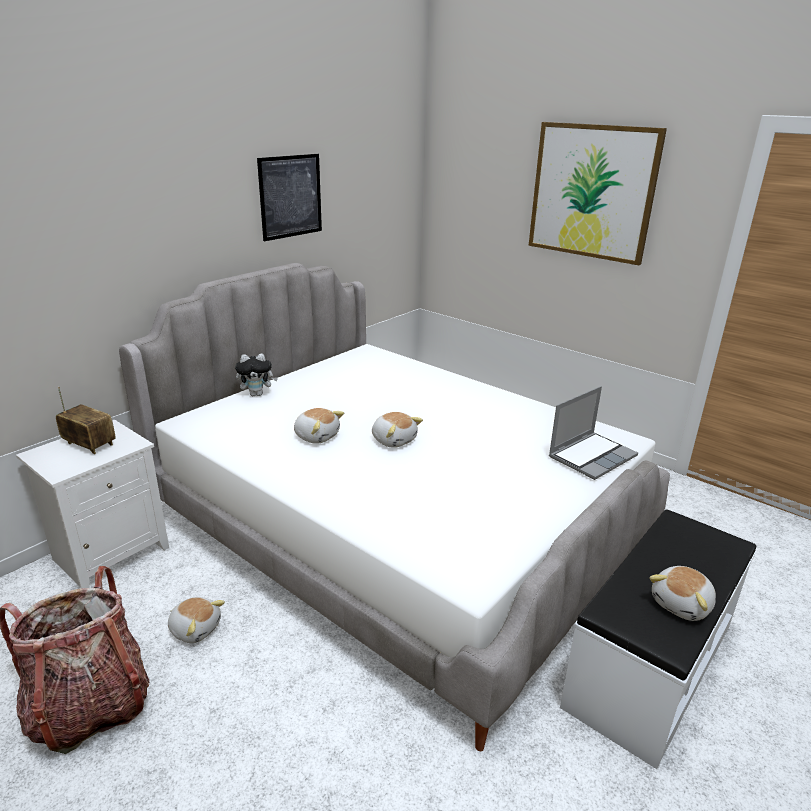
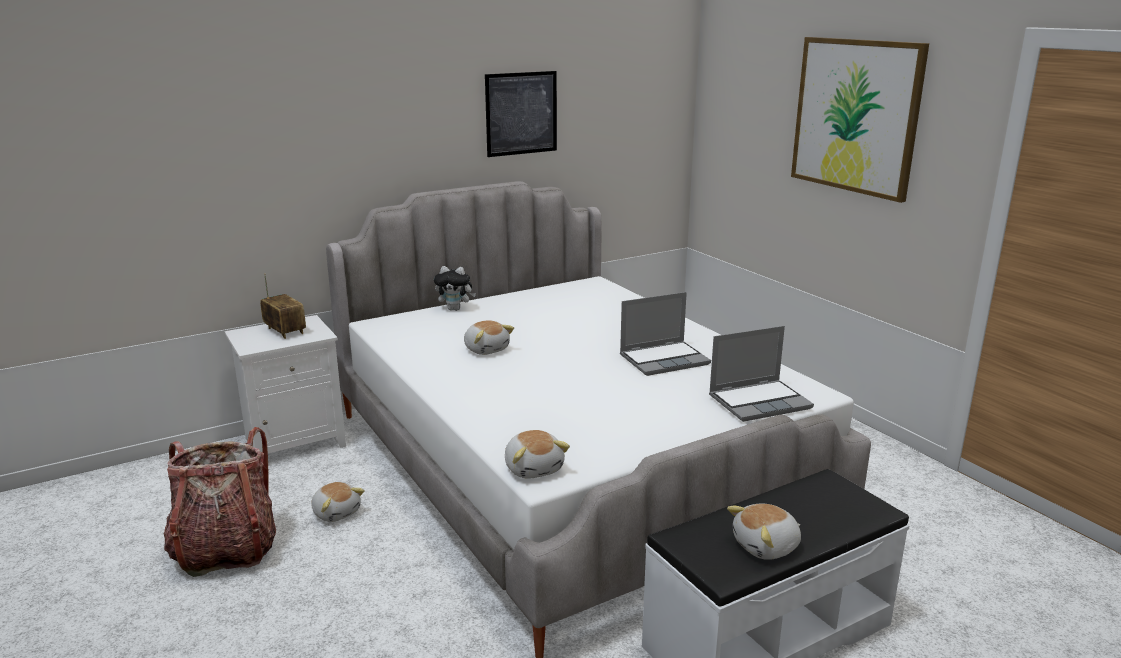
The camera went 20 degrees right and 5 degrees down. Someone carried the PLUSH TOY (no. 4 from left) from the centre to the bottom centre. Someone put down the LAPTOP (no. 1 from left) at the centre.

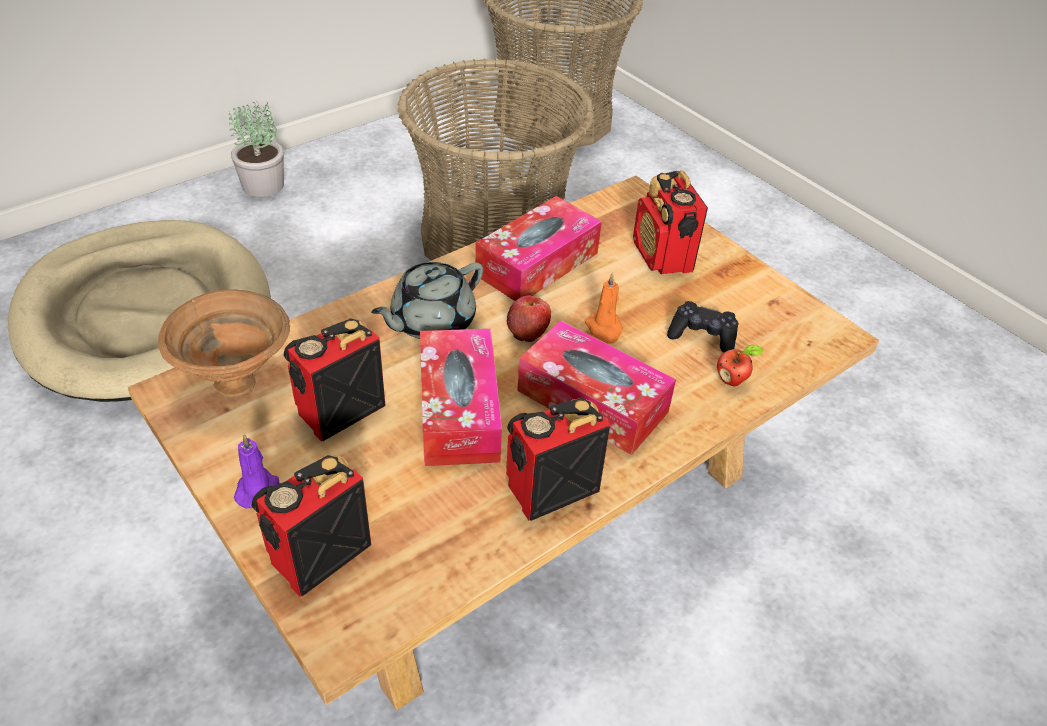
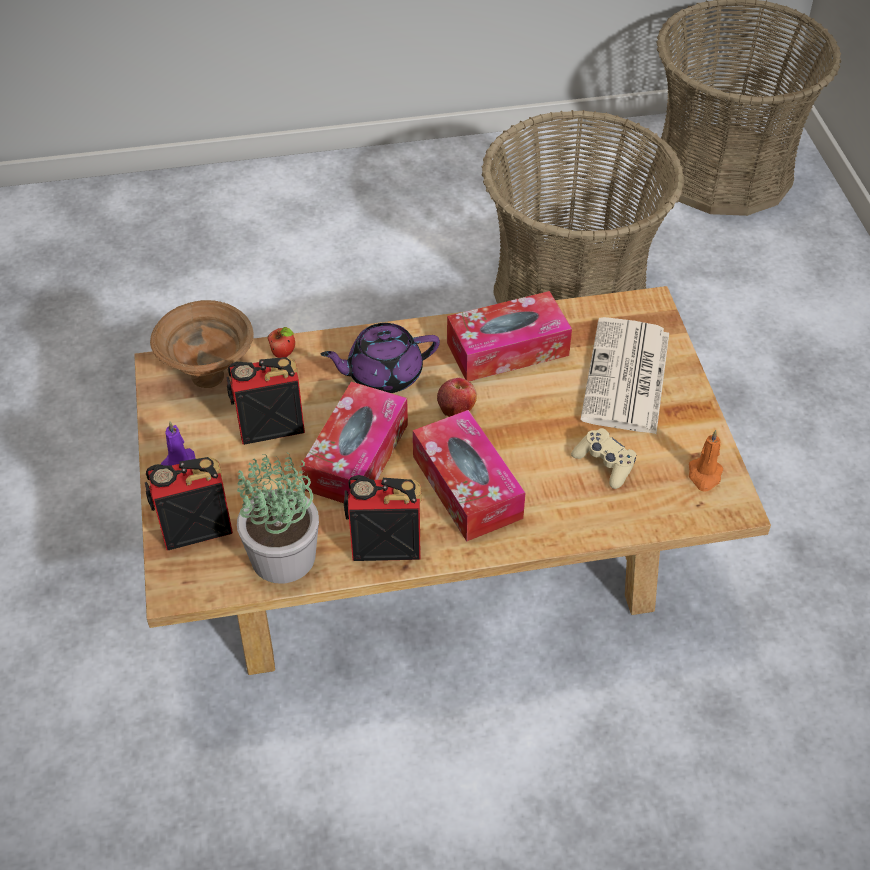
The camera went 30 degrees right and 5 degrees up. Someone carried the POTTED PLANT from the top left to the middle left. Someone carried the APPLE (no. 2 from left in the first image) from the middle right to the middle left. Someone repainted the GREY TEAPOT at the centre, which became the PURPLE TEAPOT at the centre. Someone repainted the BLACK GAME CONTROLLER at the middle right, which became the BEIGE GAME CONTROLLER at the middle right. Someone swapped the RADIO (no. 4 from left) at the top centre for the NEWSPAPER at the middle right. Someone carried the ORANGE CANDLE from the centre to the middle right. Someone took away the BEIGE DOG BED at the middle left.

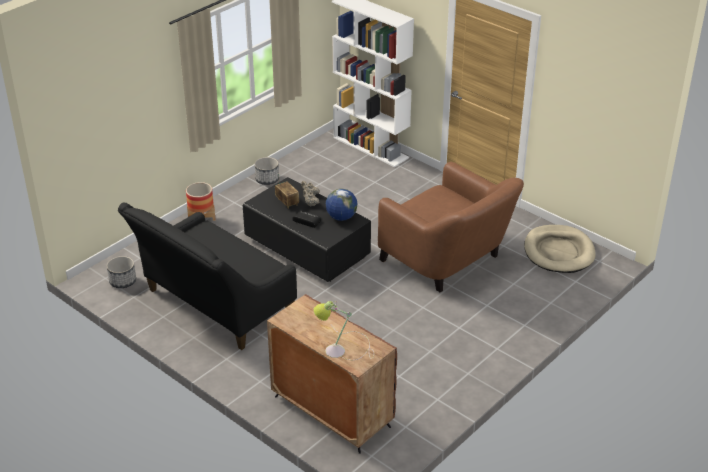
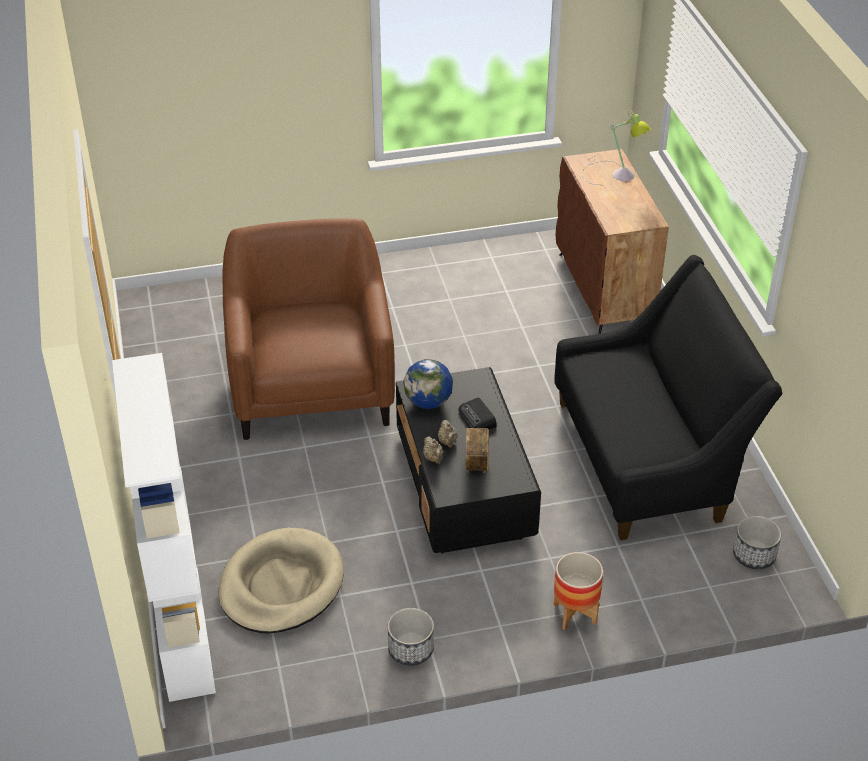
The camera went 145 degrees left and 5 degrees up. Someone carried the BEIGE DOG BED from the middle right to the bottom left.

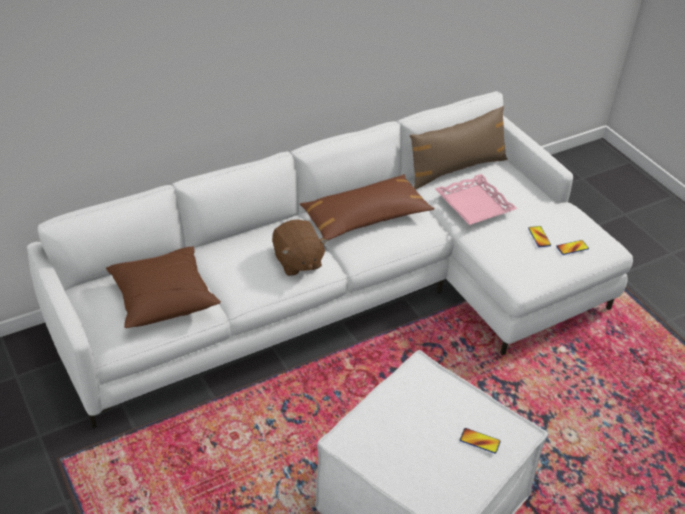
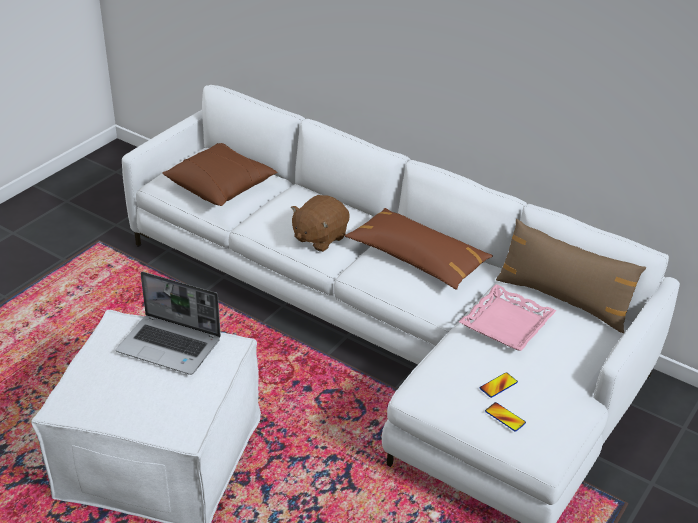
The camera went 65 degrees right and 5 degrees down. Someone put down the LAPTOP at the middle left. Someone took away the PHONE (no. 1 from left) at the bottom right.

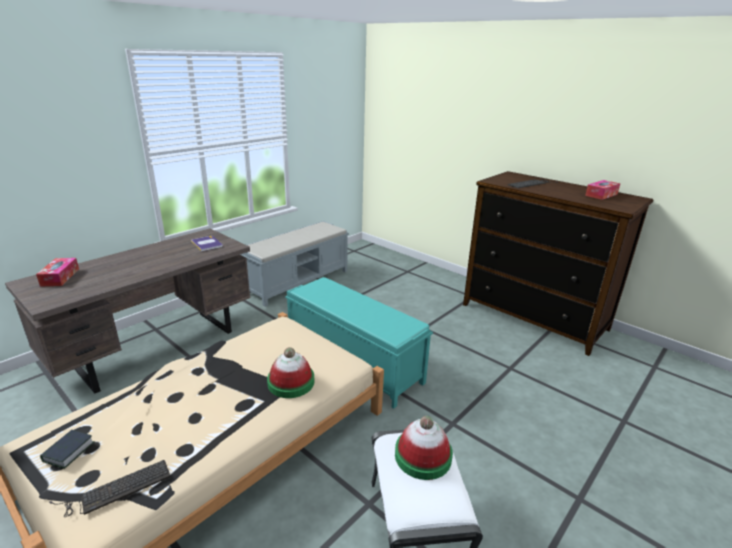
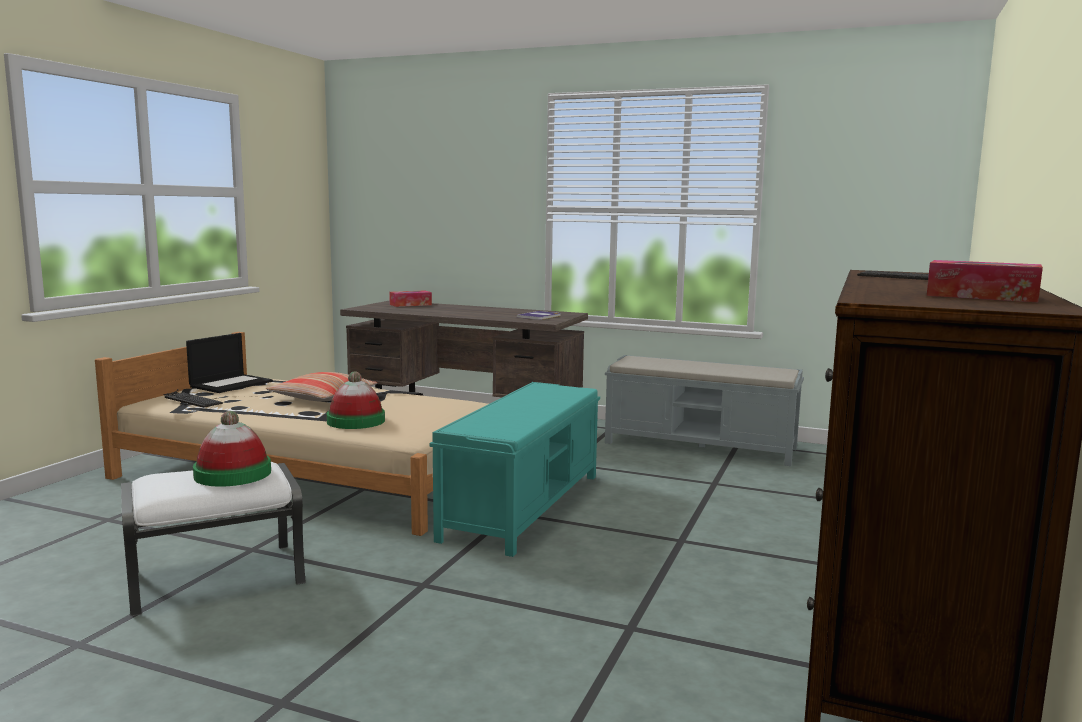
The camera went 70 degrees right and 15 degrees down. Someone swapped the BOOK (no. 1 from left) at the bottom left for the LAPTOP at the middle left. Someone put down the PILLOW at the middle left.

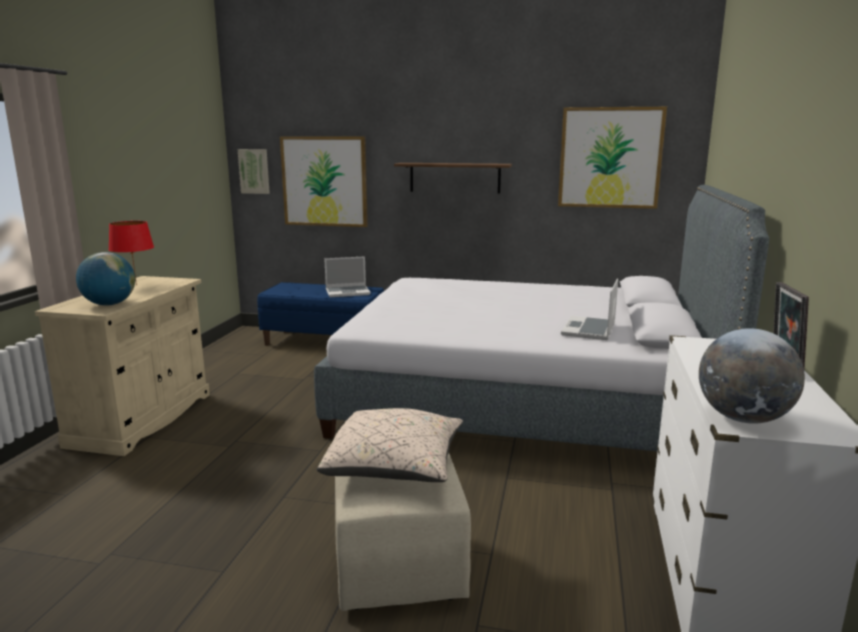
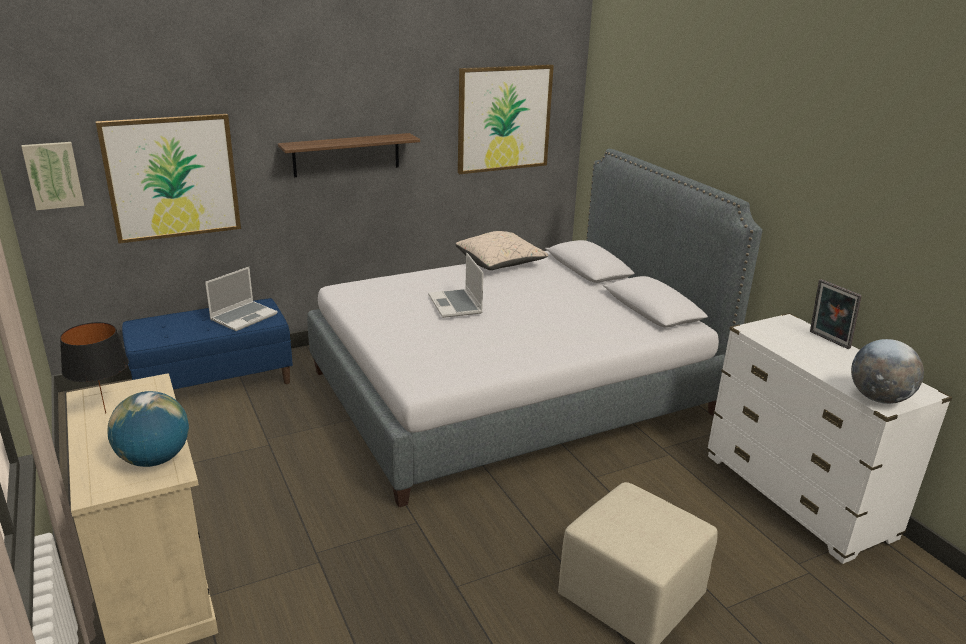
The camera went 40 degrees left and 10 degrees up. Someone repainted the RED TABLE LAMP at the middle left, which became the BLACK TABLE LAMP at the middle left. Someone carried the LAPTOP (no. 2 from left) from the middle right to the centre. Someone carried the BEIGE PILLOW from the bottom centre to the centre.

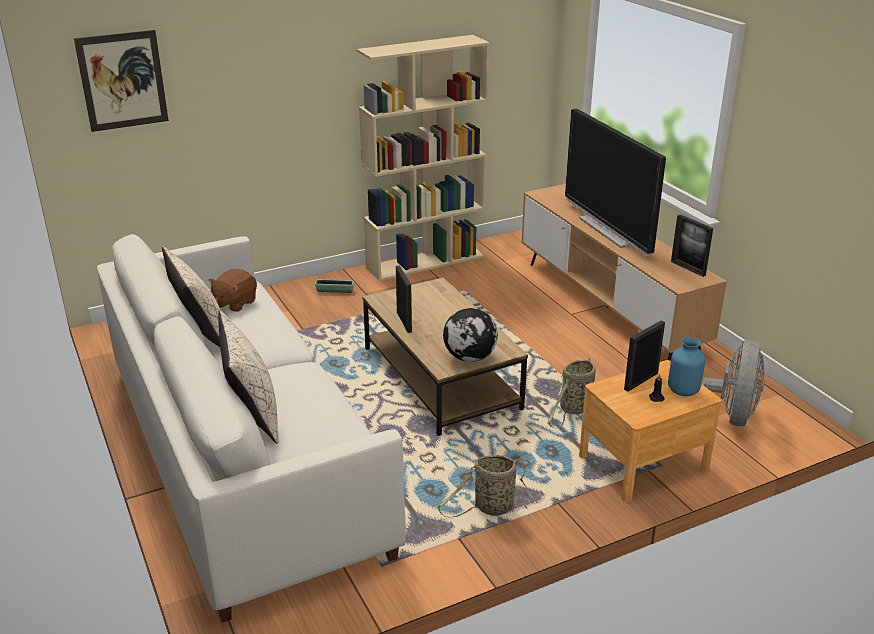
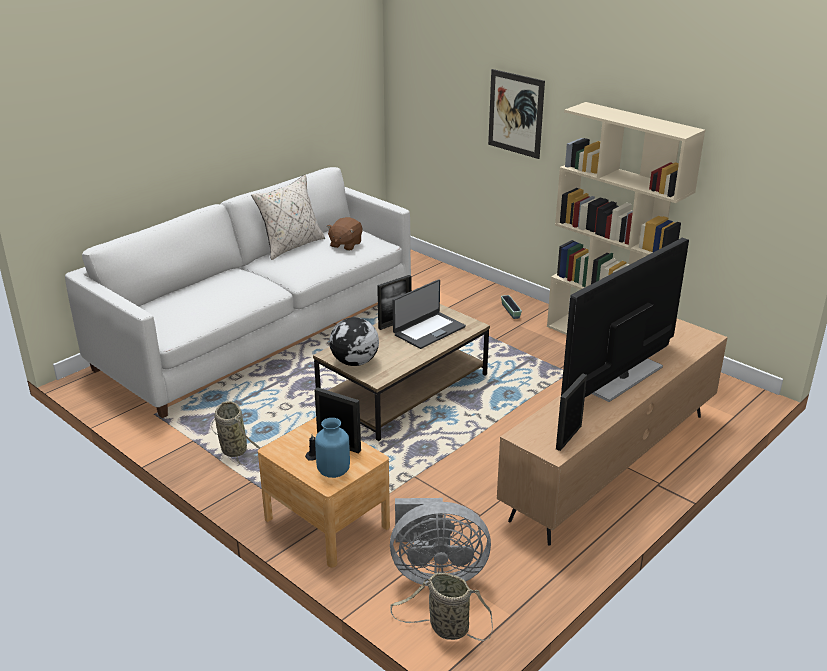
The camera went 70 degrees right and 0 degrees up. Someone rotated the BROWN PLUSH TOY at the middle left by 75 degrees counterclockwise. Someone carried the BASKET (no. 2 from left) from the centre to the bottom centre. Someone put down the LAPTOP at the centre. Someone carried the PICTURE from the top left to the top centre. Someone took away the BEIGE PILLOW (no. 2 from left) at the middle left.

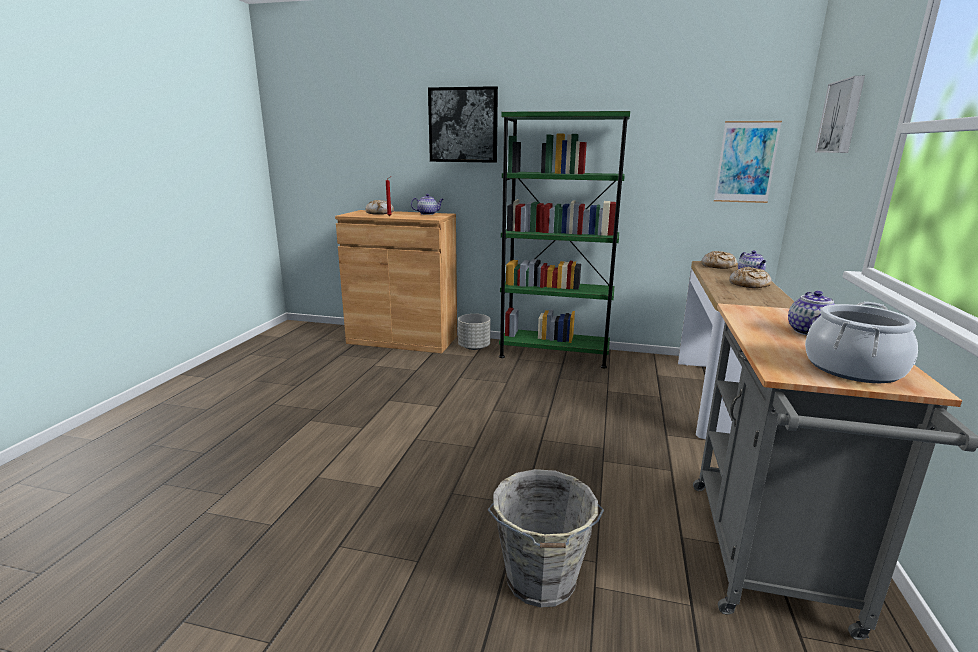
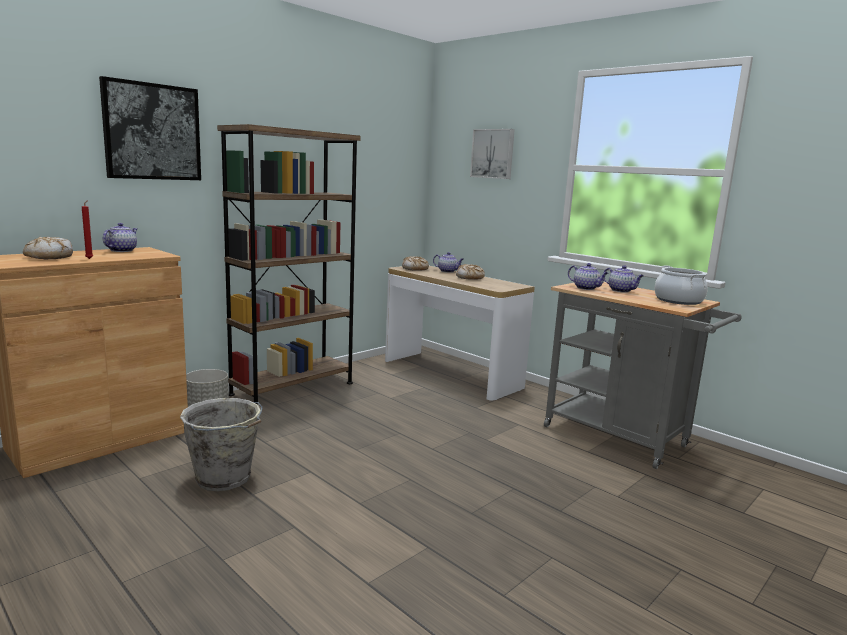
The camera went 60 degrees left and 5 degrees down. Someone carried the GREY BUCKET from the bottom centre to the bottom left. Someone repainted the GREEN BOOKCASE at the centre, which became the BROWN BOOKCASE at the centre. Someone put down the TEAPOT (no. 3 from left) at the middle right. Someone took away the PICTURE (no. 2 from left) at the top right.

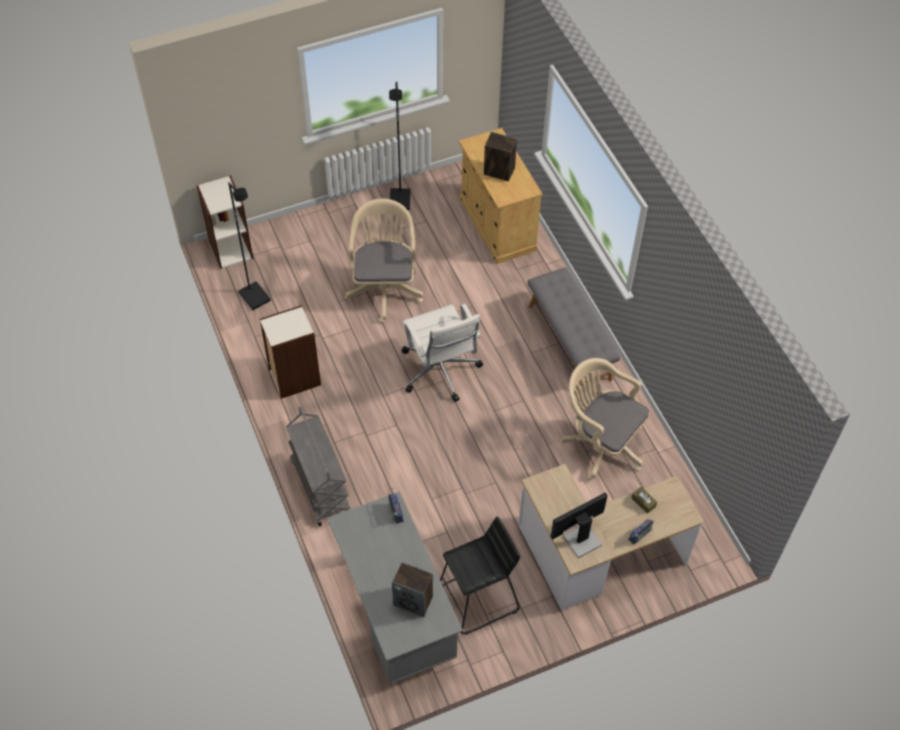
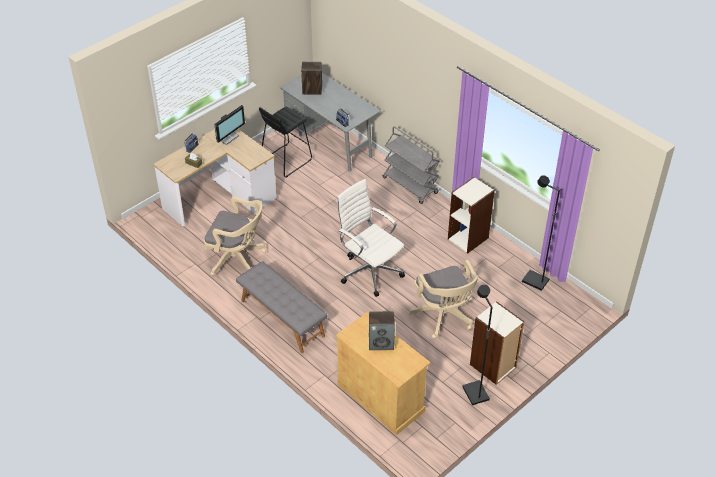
The camera went 160 degrees right and 10 degrees down. Someone carried the BOOKCASE (no. 1 from left in the first image) from the top left to the bottom right.

